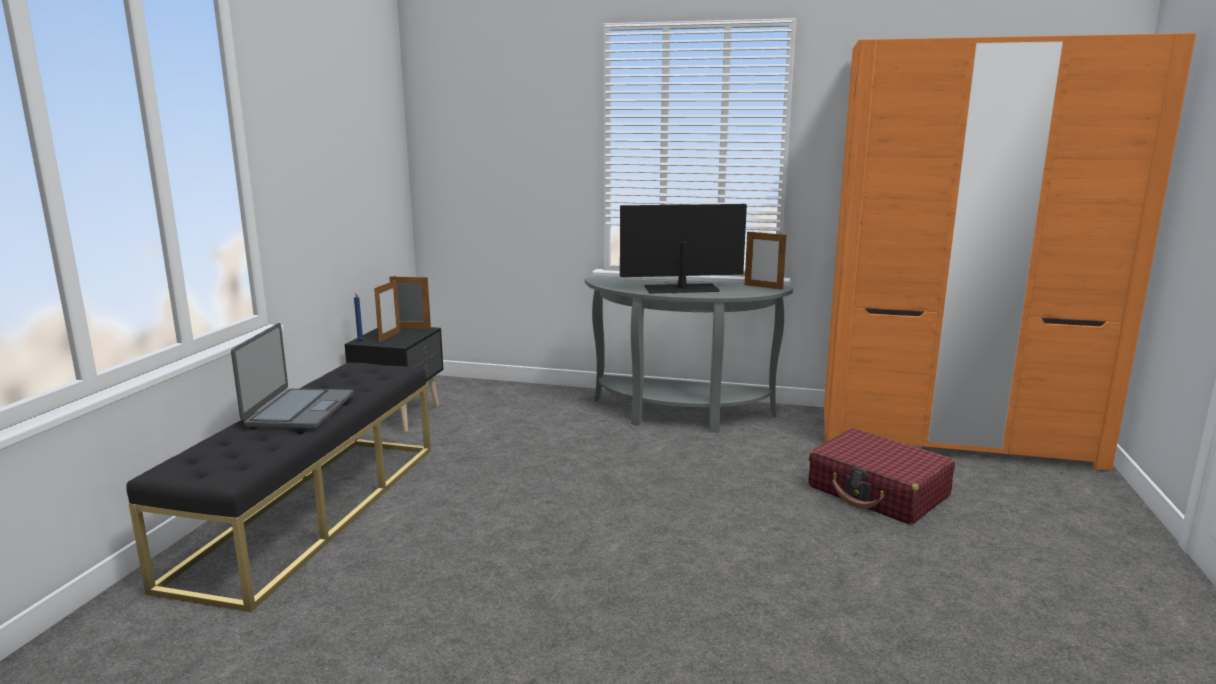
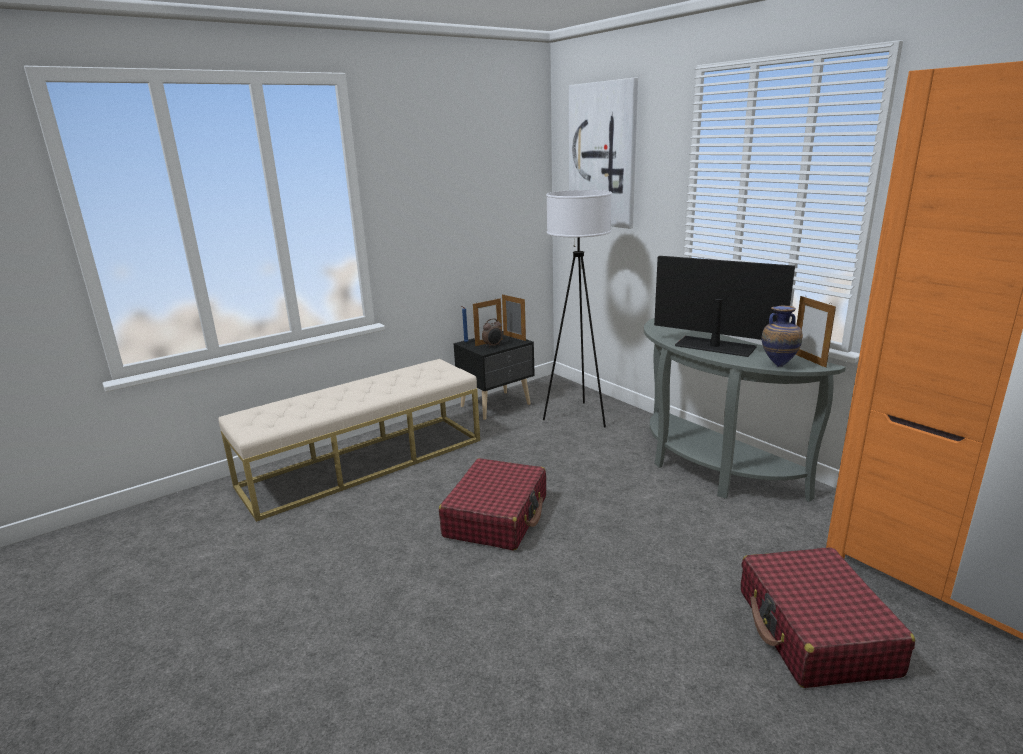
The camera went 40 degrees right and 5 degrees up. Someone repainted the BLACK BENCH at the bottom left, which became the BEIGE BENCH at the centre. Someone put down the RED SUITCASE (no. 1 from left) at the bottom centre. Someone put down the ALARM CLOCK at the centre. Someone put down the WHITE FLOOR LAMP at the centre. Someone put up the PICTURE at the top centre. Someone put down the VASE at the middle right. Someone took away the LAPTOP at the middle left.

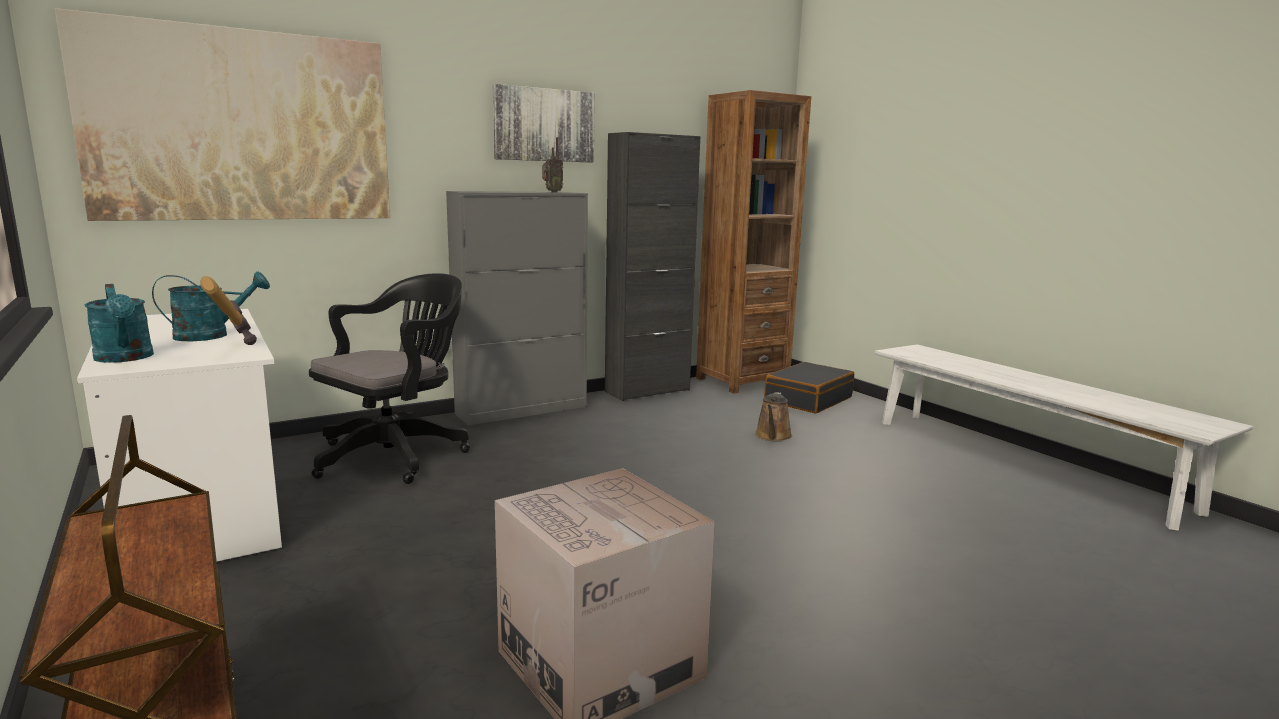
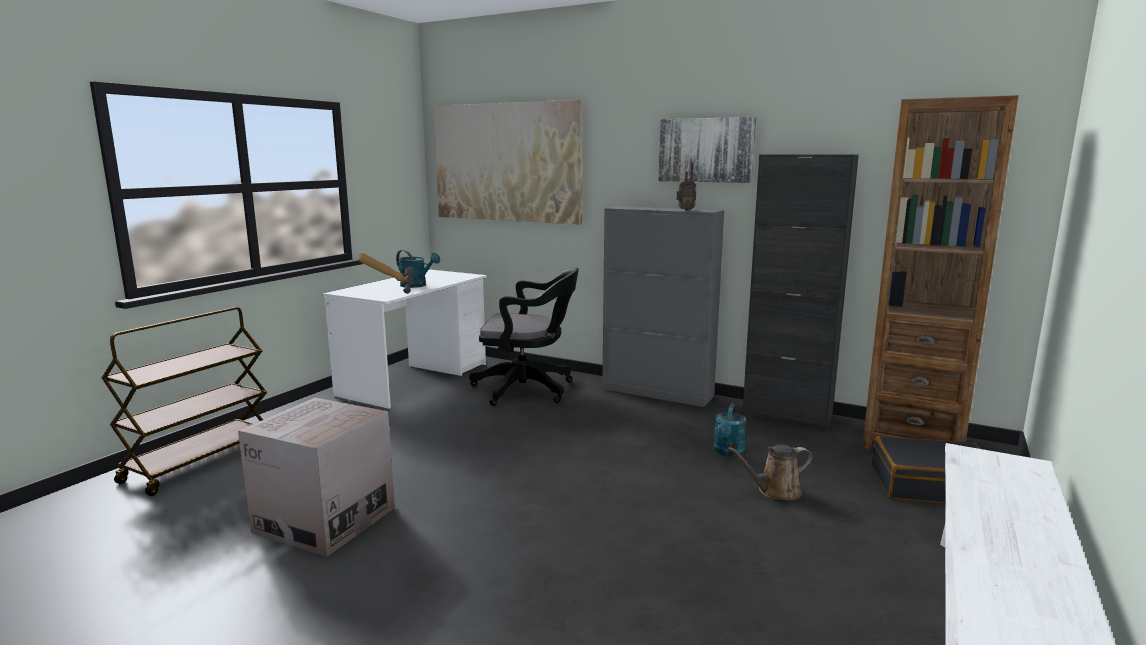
The camera went 60 degrees right and 0 degrees up. Someone carried the TURQUOISE WATERING CAN (no. 1 from left in the first image) from the middle left to the bottom centre.

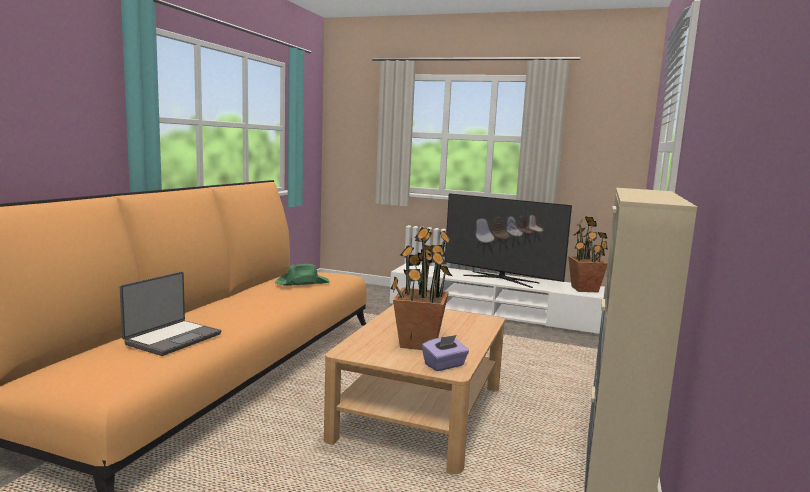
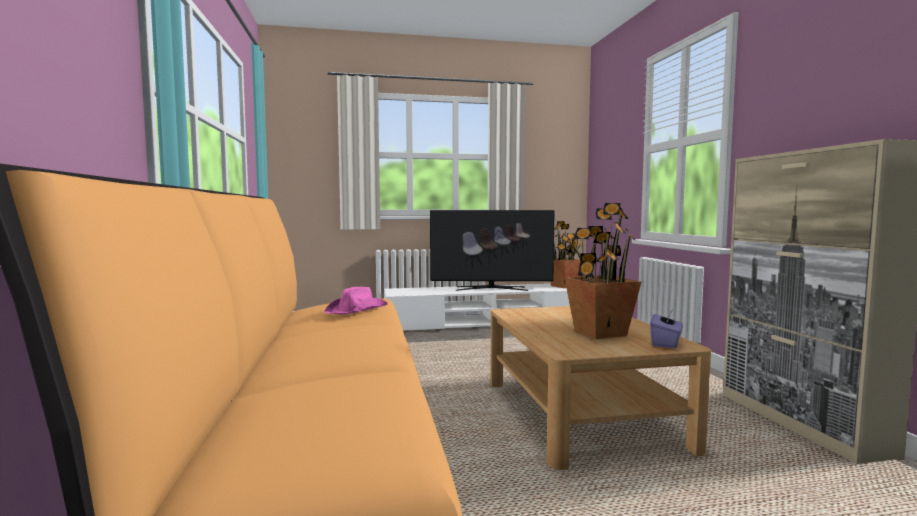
The camera went 30 degrees left and 5 degrees down. Someone repainted the GREEN HAT at the centre, which became the PINK HAT at the centre. Someone took away the LAPTOP at the middle left.

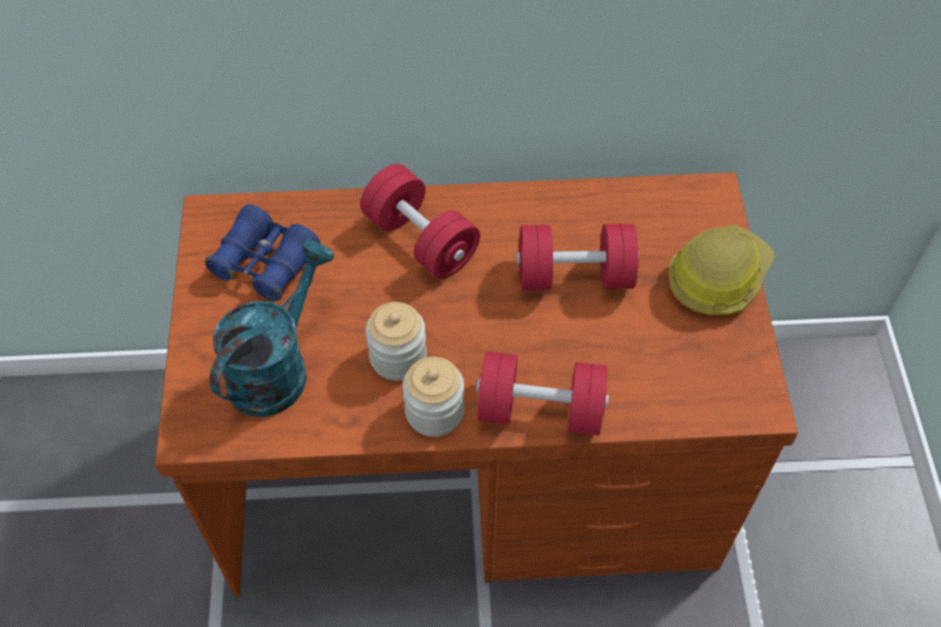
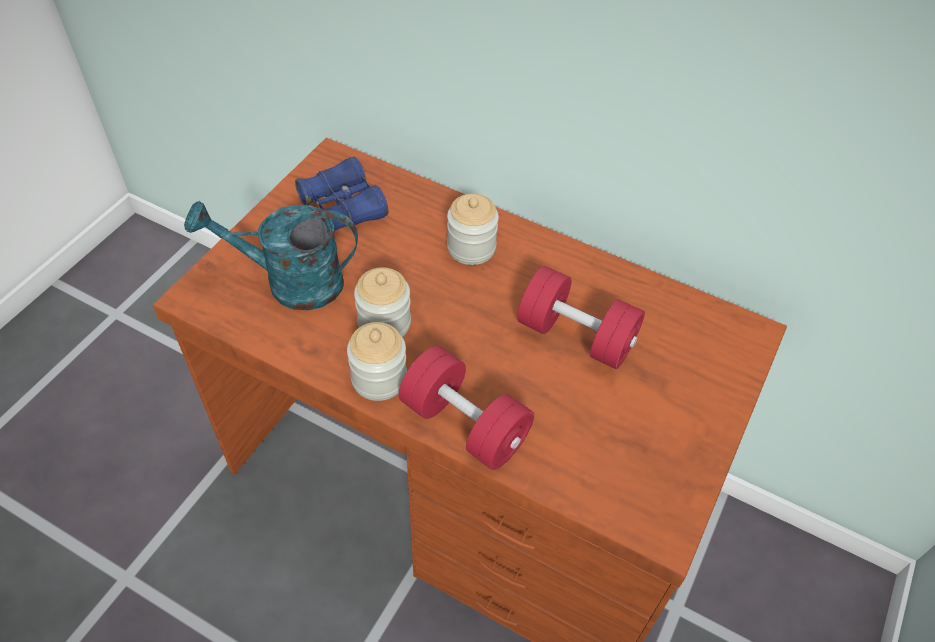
The camera went 30 degrees right and 5 degrees down. Someone rotated the TURQUOISE WATERING CAN at the middle left by 150 degrees counterclockwise. Someone swapped the RED DUMBBELL (no. 1 from left) at the centre for the JAR (no. 3 from left) at the centre. Someone took away the HARD HAT at the middle right.

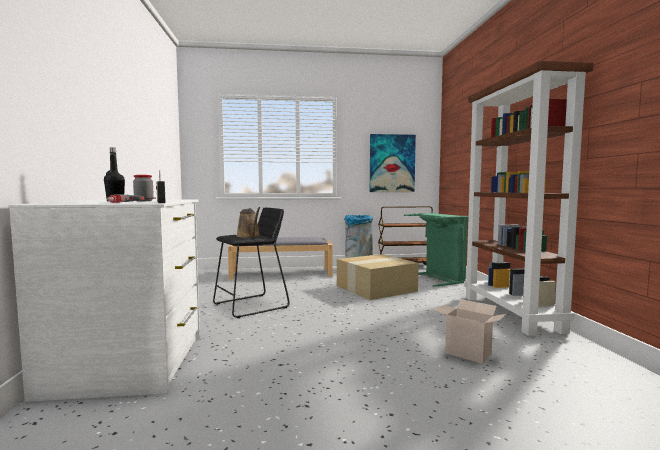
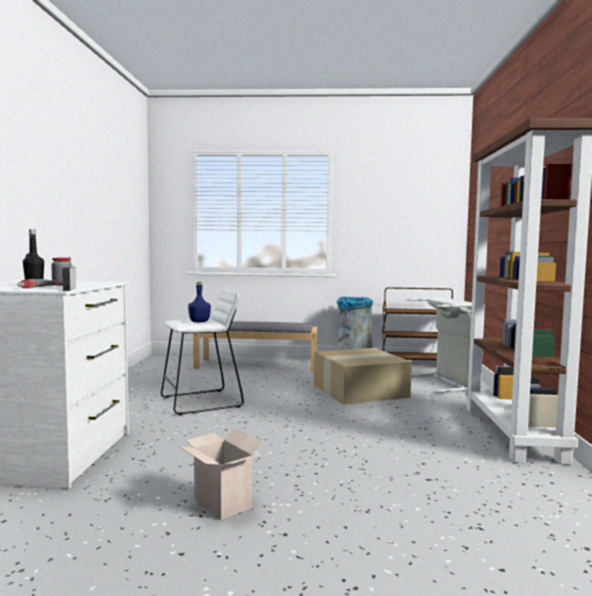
The camera went 10 degrees right and 0 degrees up. Someone repainted the BLACK STOOL at the centre, which became the WHITE STOOL at the centre. Someone carried the CARDBOARD BOX (no. 2 from left in the first image) from the bottom right to the bottom centre. Someone swapped the BROWN WATERING CAN at the centre for the BLUE BOTTLE at the centre. Someone repainted the GREEN LAUNDRY BASKET at the centre, which became the GREY LAUNDRY BASKET at the middle right. Someone took away the PICTURE at the centre.

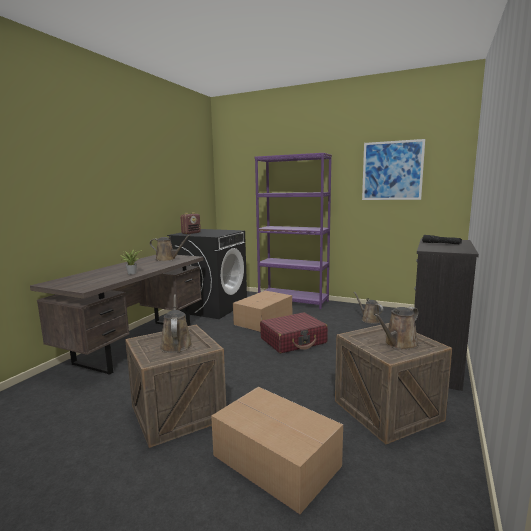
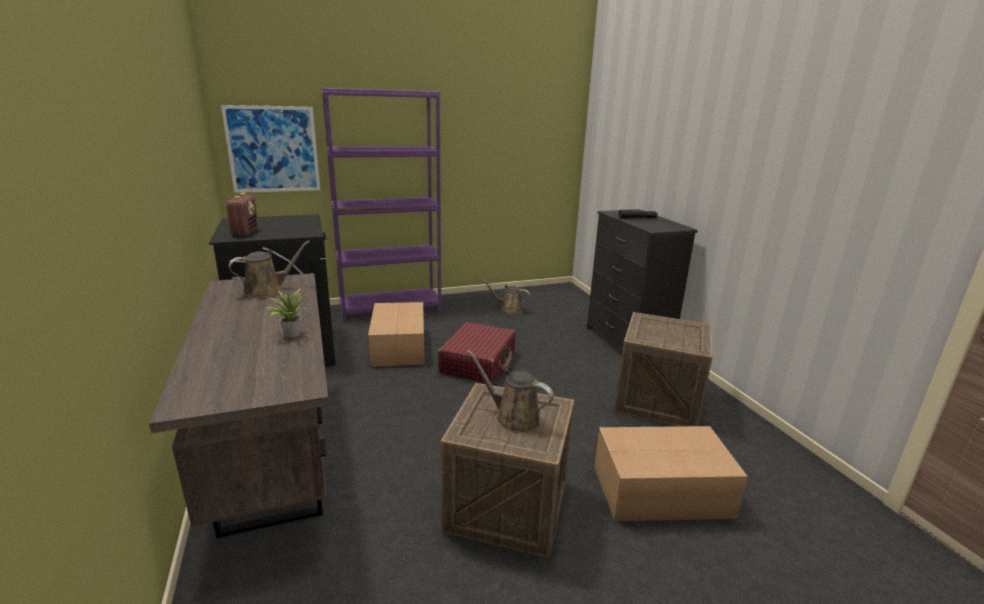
The camera went 45 degrees left and 10 degrees up. Someone carried the PICTURE from the top right to the top left. Someone took away the BROWN WATERING CAN (no. 4 from left) at the middle right.

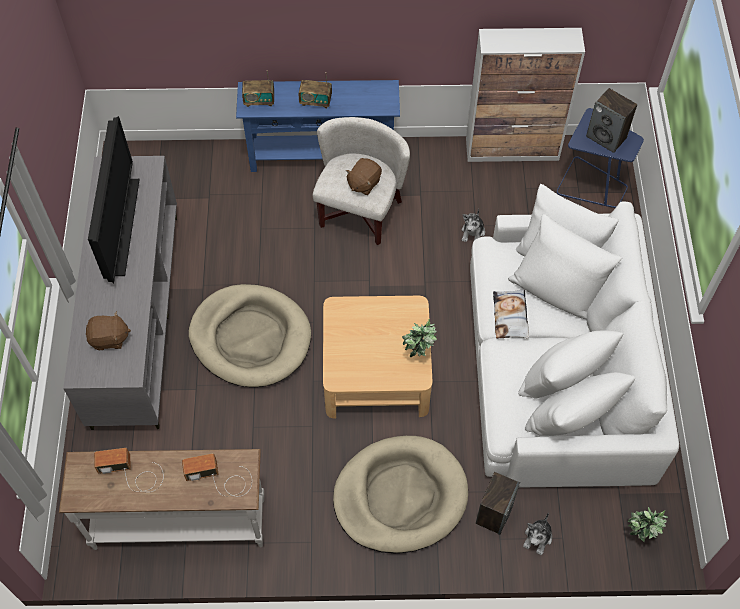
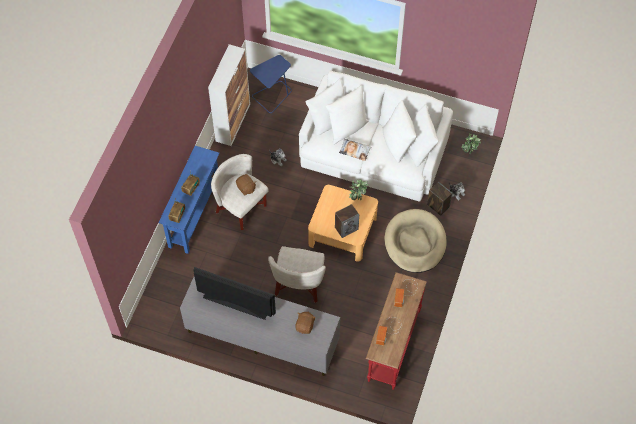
The camera went 70 degrees left and 0 degrees up. Someone swapped the BEIGE DOG BED (no. 1 from left) at the centre for the WHITE ARMCHAIR (no. 2 from left) at the centre. Someone carried the SPEAKER (no. 2 from left in the first image) from the top right to the centre. Someone repainted the WHITE CONSOLE TABLE at the bottom left, which became the RED CONSOLE TABLE at the bottom centre.

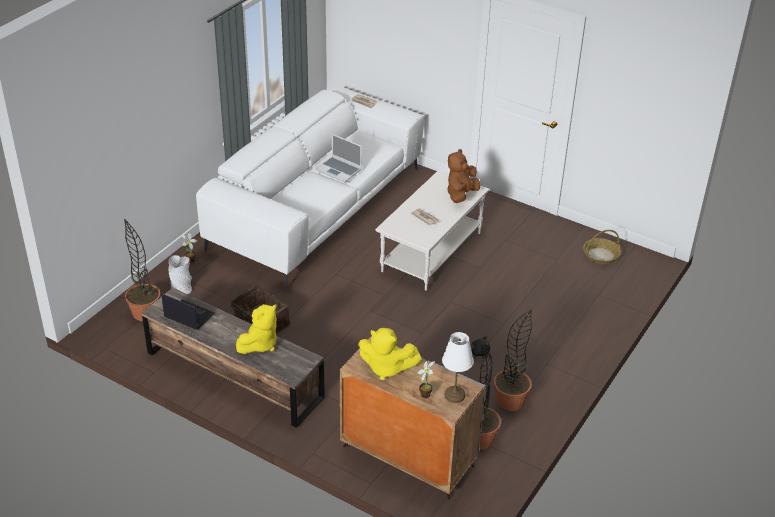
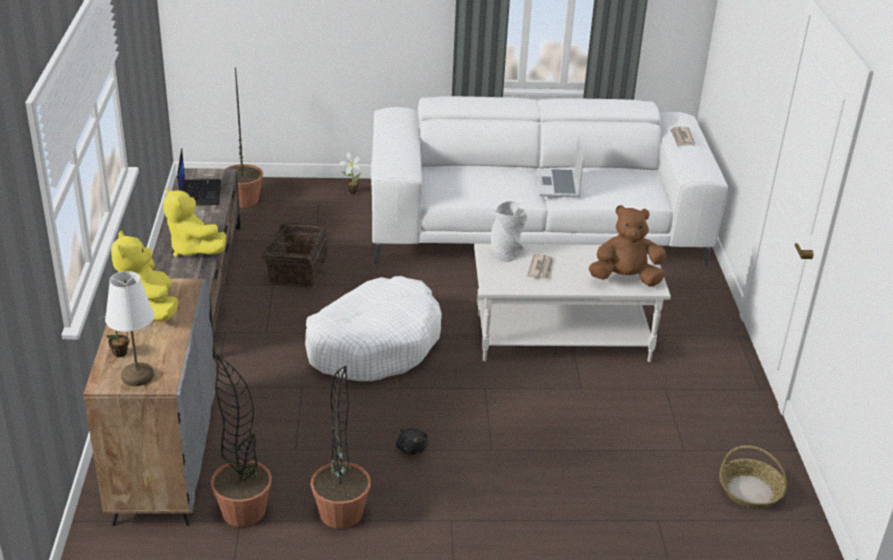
The camera went 55 degrees right and 5 degrees down. Someone rotated the YELLOW PLUSH TOY (no. 1 from left in the first image) at the middle left by 45 degrees clockwise. Someone put down the WHITE DOG BED at the centre. Someone carried the GREY VASE from the middle left to the centre.

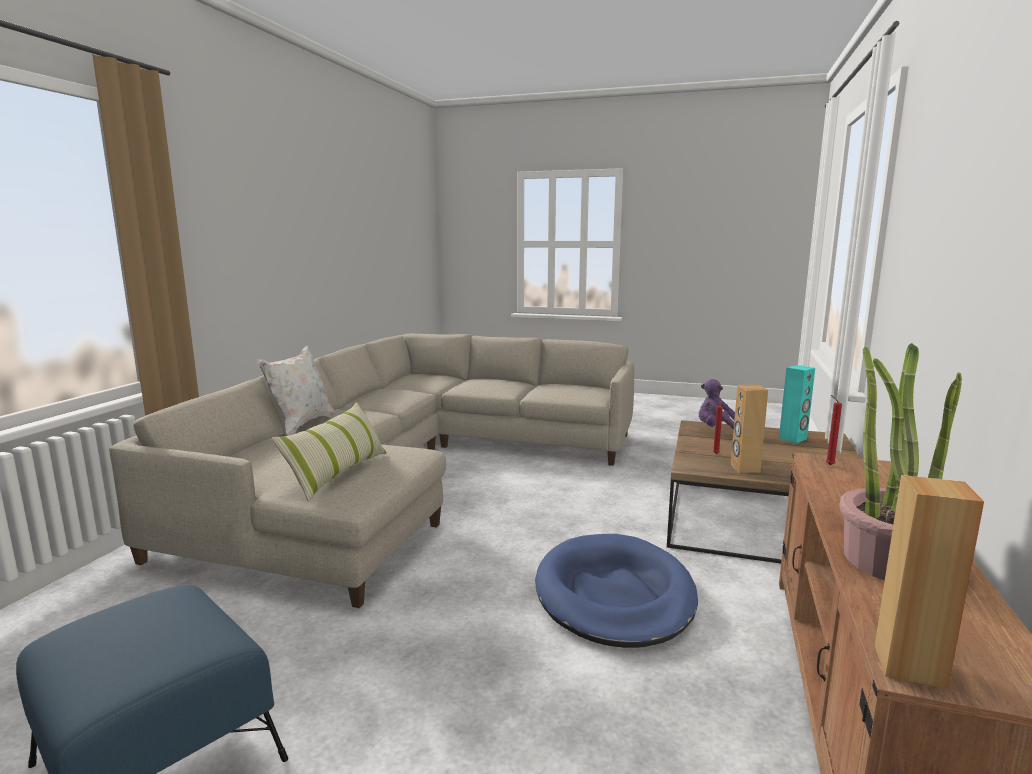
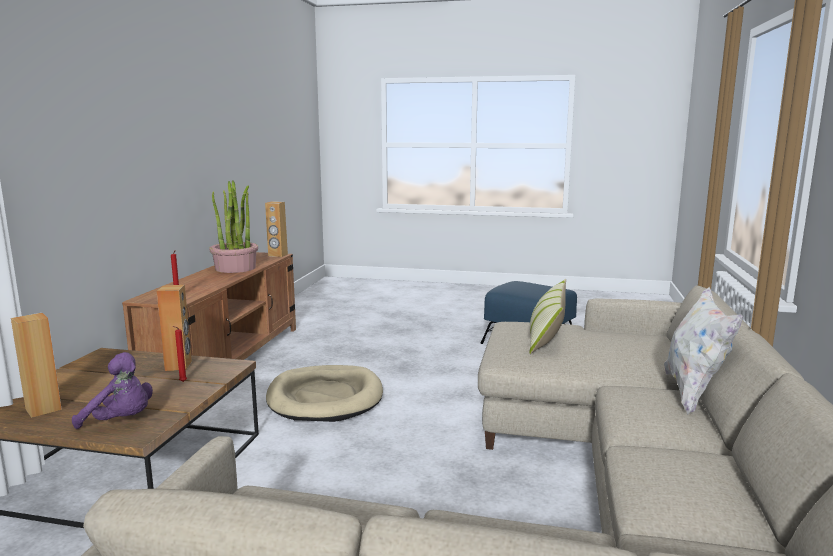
The camera went 175 degrees right and 0 degrees up. Someone repainted the TURQUOISE SPEAKER at the middle right, which became the BROWN SPEAKER (no. 1 from left) at the middle left. Someone repainted the BLUE DOG BED at the bottom centre, which became the BEIGE DOG BED at the bottom centre.

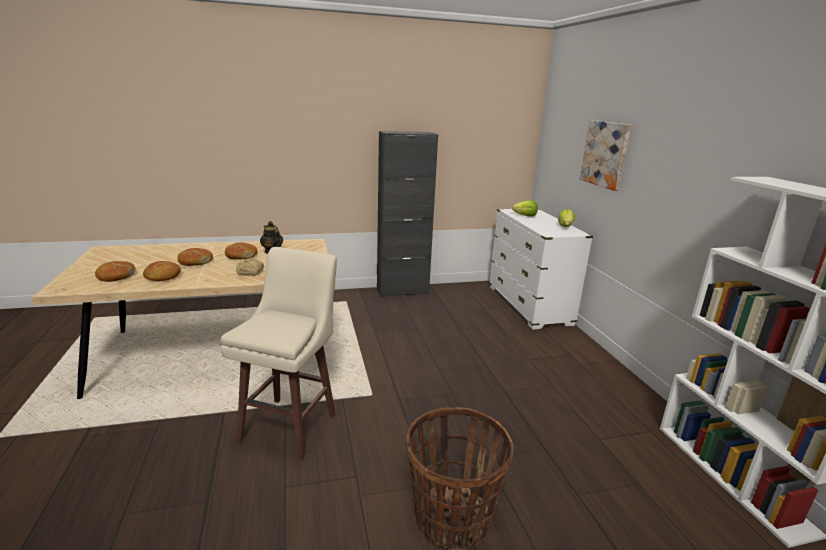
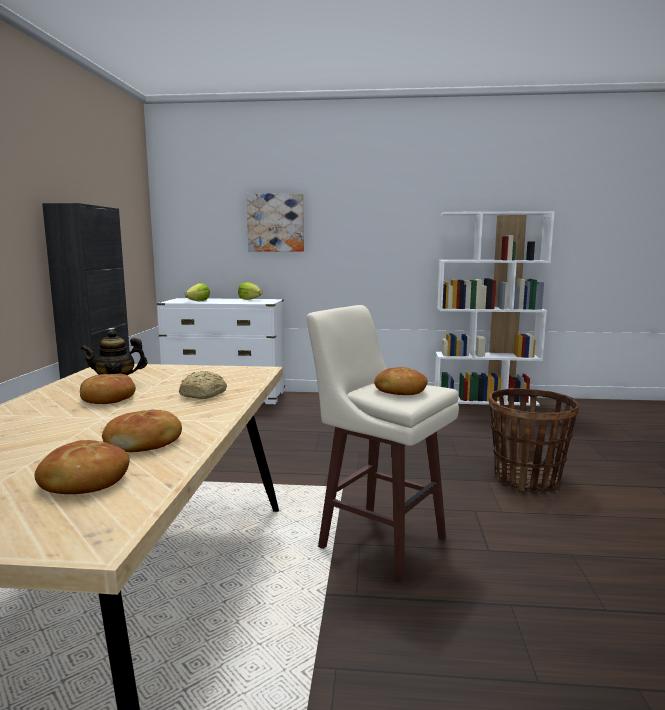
The camera went 70 degrees left and 10 degrees down. Someone carried the BREAD (no. 3 from left in the first image) from the middle left to the centre.

